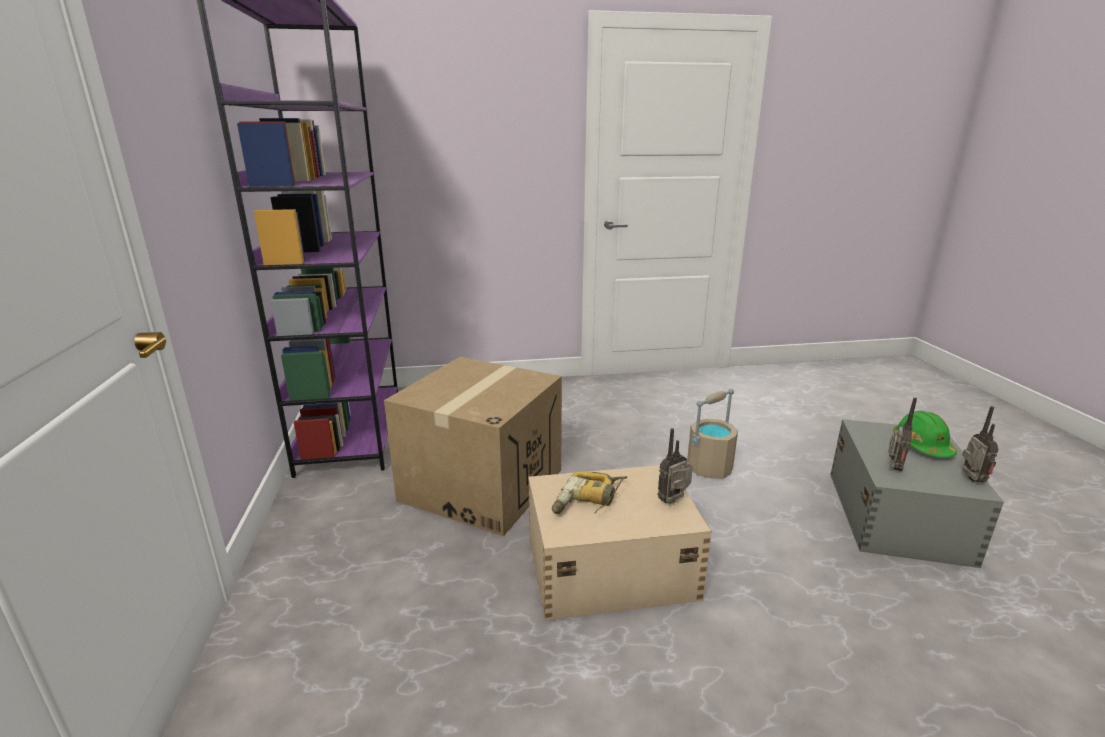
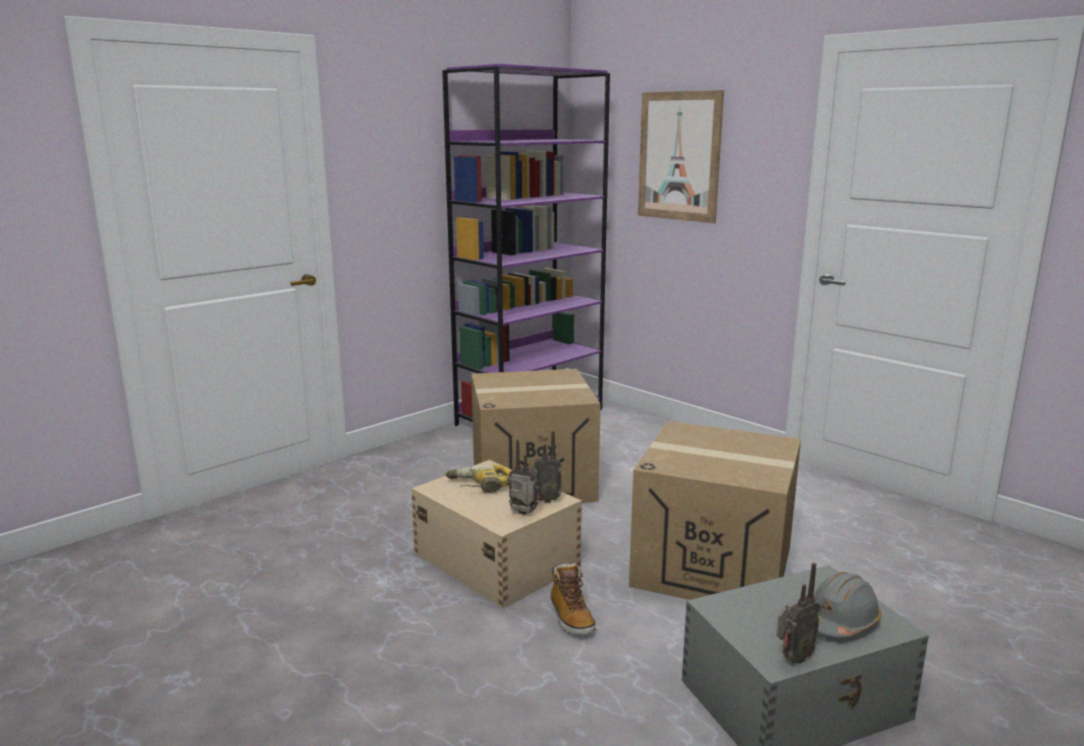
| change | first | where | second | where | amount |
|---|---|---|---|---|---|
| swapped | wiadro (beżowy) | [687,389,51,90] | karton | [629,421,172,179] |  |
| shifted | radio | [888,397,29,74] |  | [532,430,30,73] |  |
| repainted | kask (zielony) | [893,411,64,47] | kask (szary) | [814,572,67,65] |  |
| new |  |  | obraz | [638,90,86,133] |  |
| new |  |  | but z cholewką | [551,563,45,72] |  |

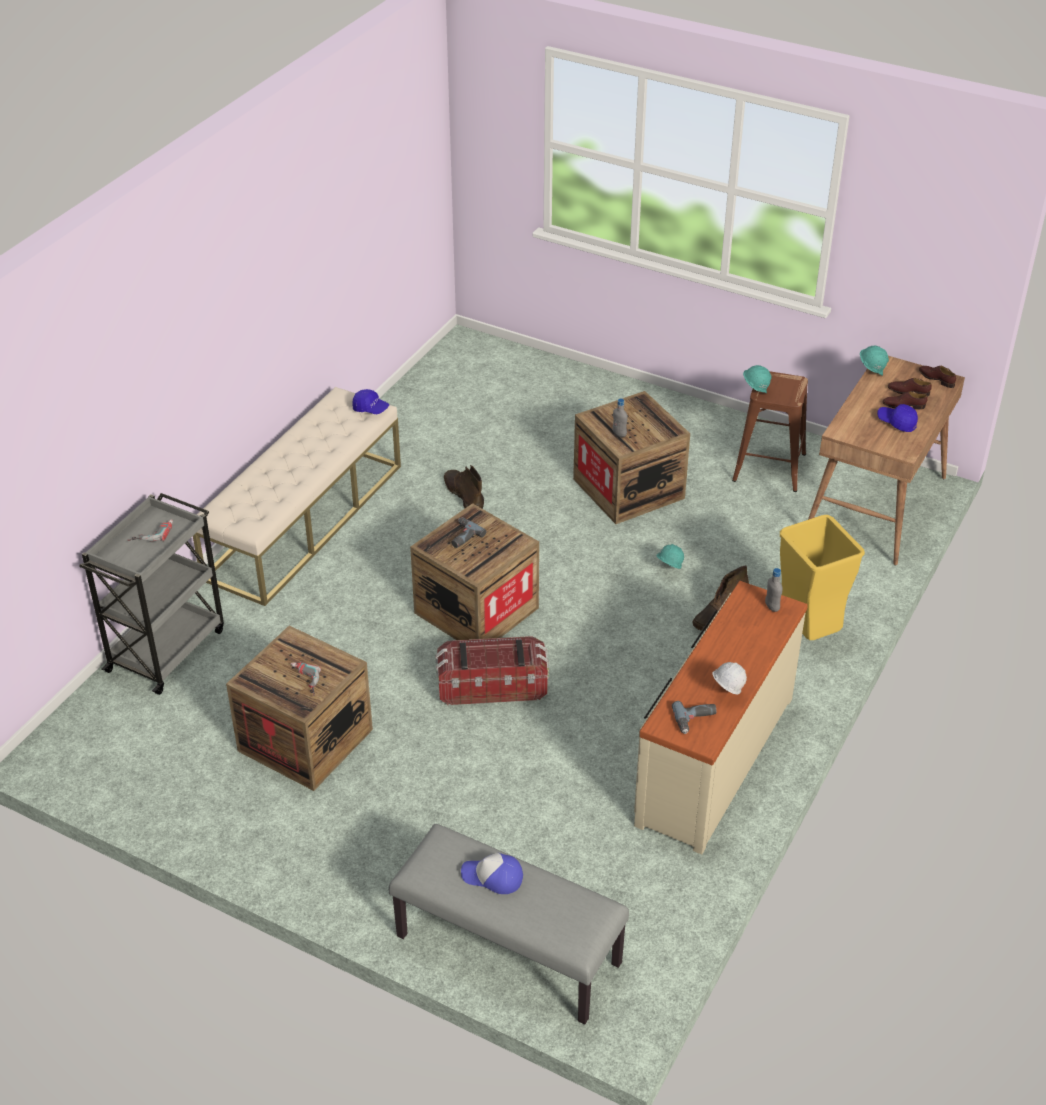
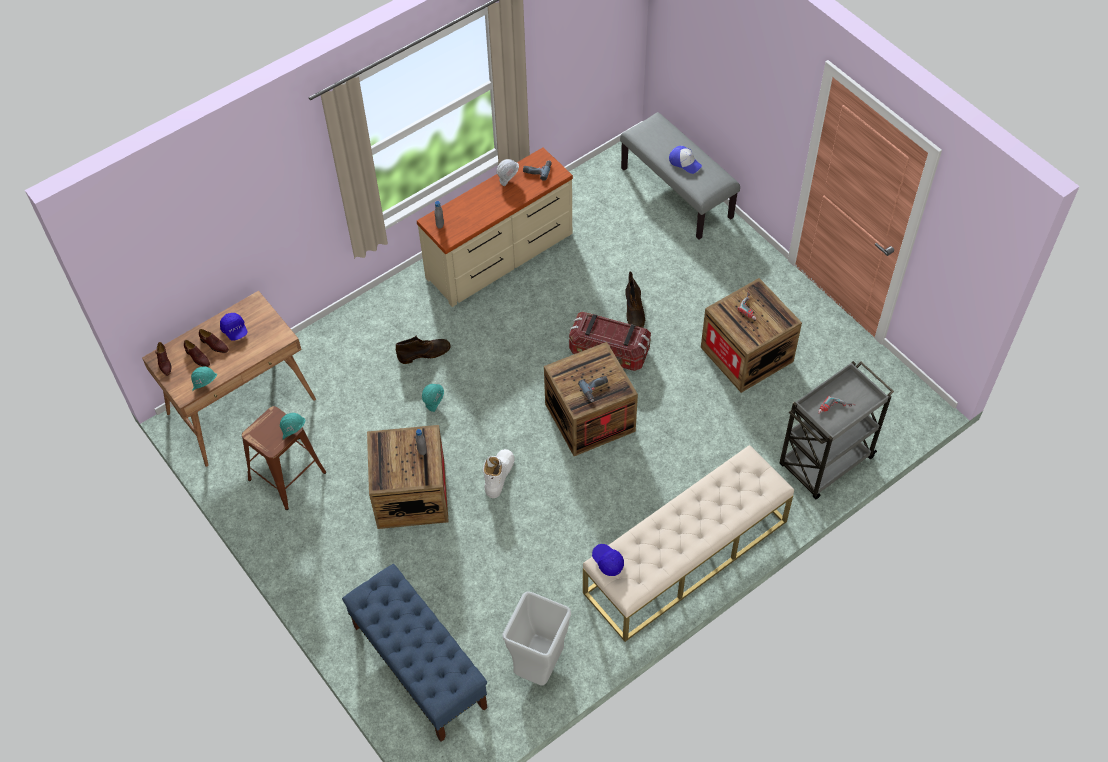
| change | first | where | second | where | amount |
|---|---|---|---|---|---|
| shifted | but z cholewką (brązowy) | [444,465,40,44] |  | [625,271,20,57] |  |
| gone | kosz na śmieci (żółty) | [780,515,85,125] |  |  |  |
| new |  |  | but z cholewką (biały) | [483,449,31,49] |  |
| new |  |  | ławka (niebieski) | [342,564,145,178] |  |
| new |  |  | kosz na śmieci (szary) | [502,592,69,94] |  |

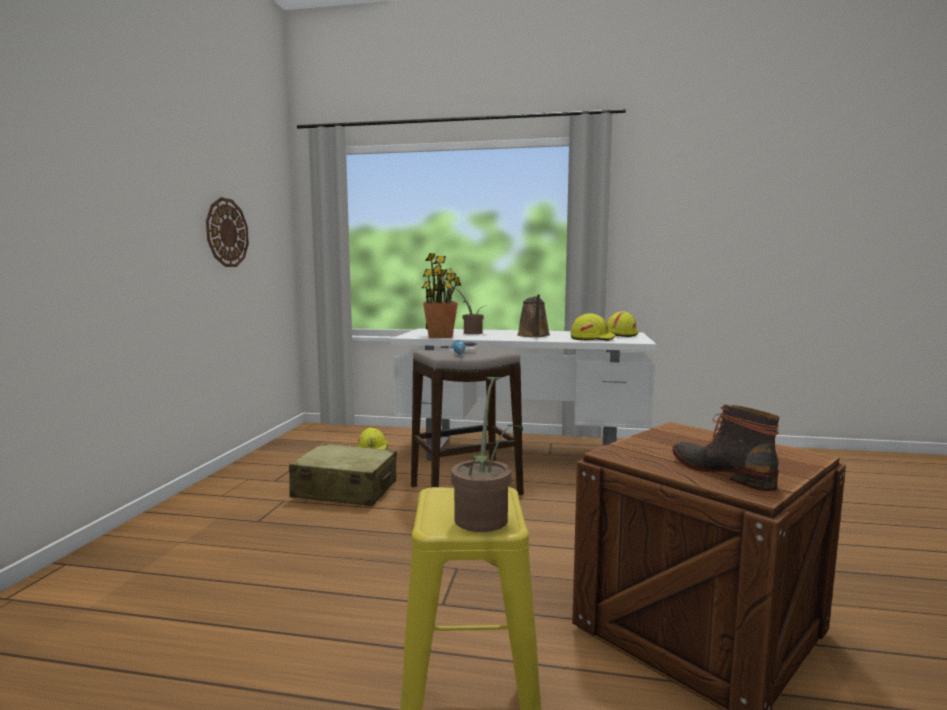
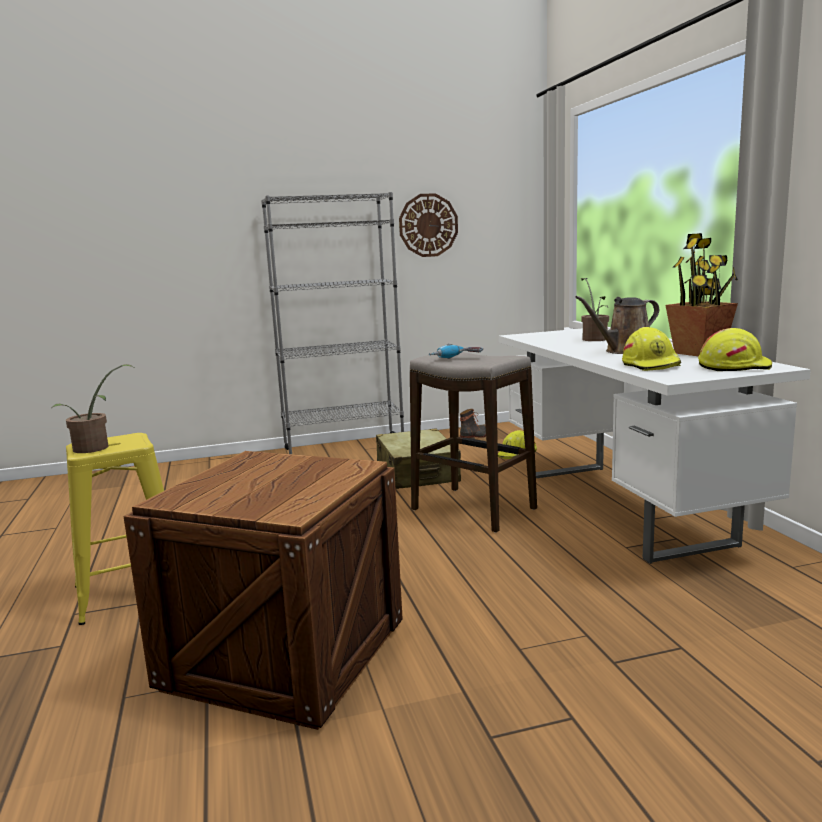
| change | first | where | second | where | amount |
|---|---|---|---|---|---|
| shifted | roślina doniczkowa | [421,253,40,85] |  | [666,233,72,124] |  |
| shifted | but z cholewką | [673,405,106,86] |  | [460,409,26,30] |  |
| new |  |  | regał (szary) | [261,192,143,262] |  |

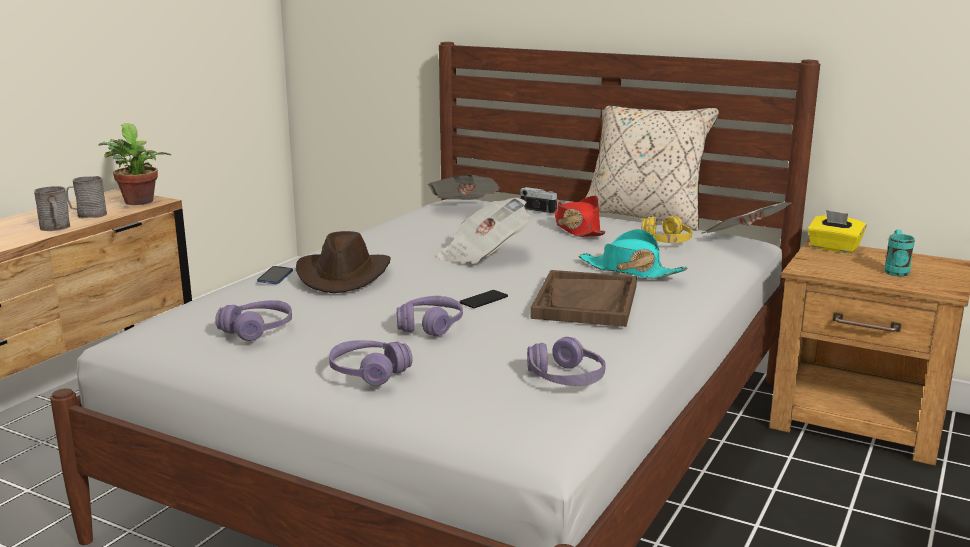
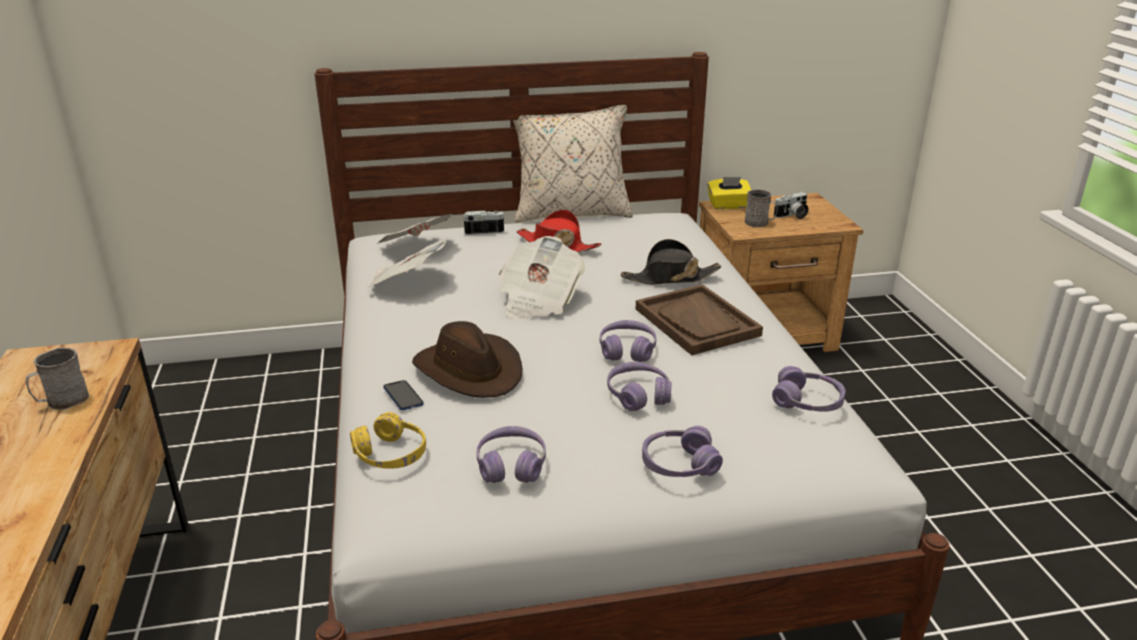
| change | first | where | second | where | amount |
|---|---|---|---|---|---|
| gone | roślina doniczkowa | [98,123,73,82] |  |  |  |
| shifted | kubek (szary) | [34,186,36,45] |  | [744,189,34,38] |  |
| shifted | gazeta | [702,202,90,31] |  | [367,238,79,50] |  |
| shifted | słuchawki (żółty) | [641,216,52,27] |  | [350,412,76,57] |  |
| repainted | kapelusz (turkusowy) | [579,229,108,50] | kapelusz (czarny) | [621,239,101,46] |  |
| swapped | kubek (turkusowy) | [884,230,31,46] | aparat fotograficzny | [774,192,35,27] |  |
| swapped | telefon | [459,290,49,18] | słuchawki (fioletowy) | [600,320,57,42] |  |

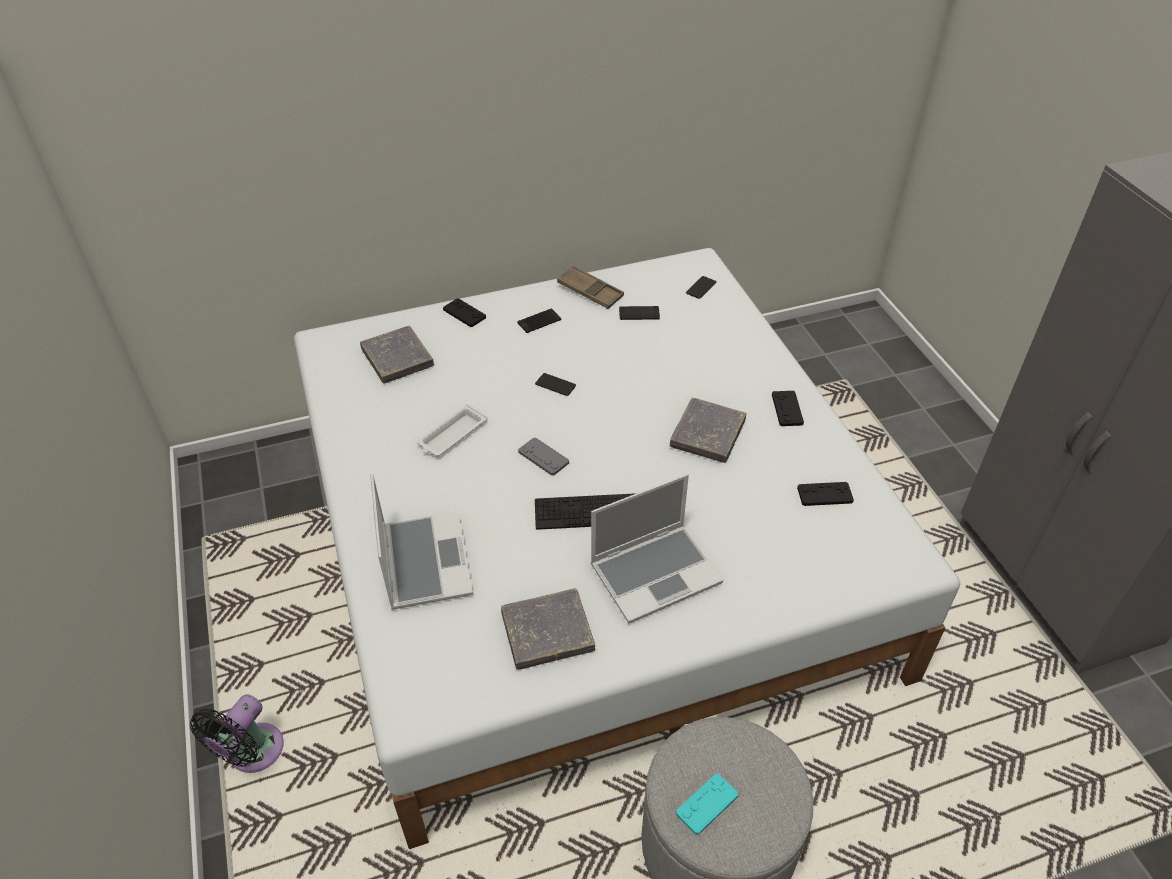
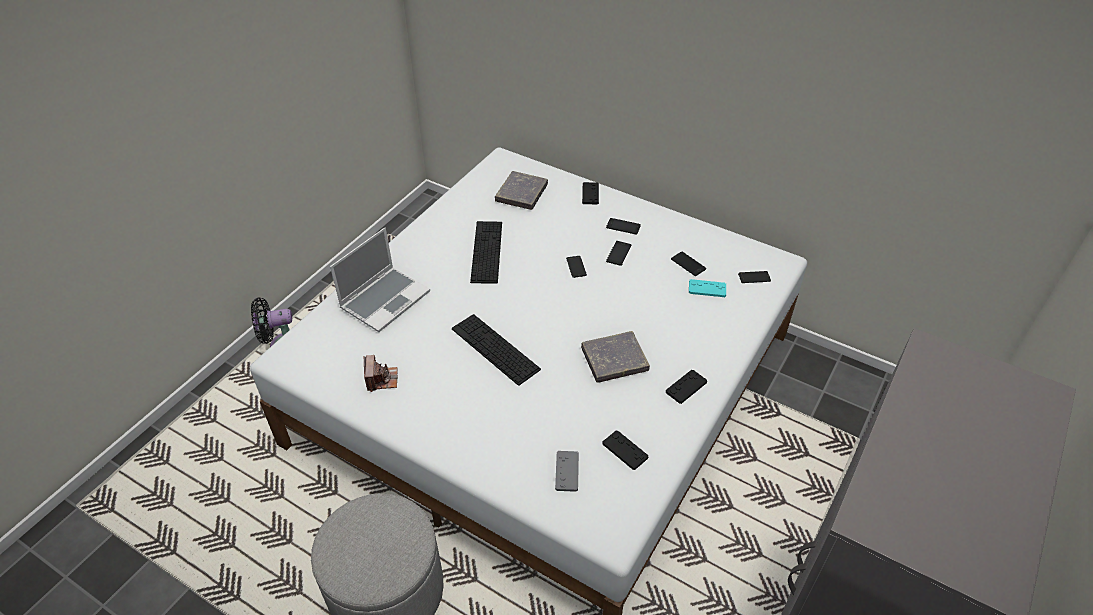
| change | first | where | second | where | amount |
|---|---|---|---|---|---|
| gone | taca (brązowy) | [557,266,67,43] |  |  |  |
| swapped | taca (biały) | [417,404,71,52] | klawiatura | [470,221,32,62] |  |
| shifted | pad do gier (szary) | [518,437,51,39] |  | [555,451,24,41] |  |
| gone | laptop | [591,474,132,149] |  |  |  |
| swapped | książka (szary) | [501,588,94,82] | aparat fotograficzny | [364,355,34,37] |  |
| shifted | pad do gier (turkusowy) | [676,773,63,62] |  | [689,279,37,18] |  |
| new |  |  | telefon | [606,241,25,25] |  |

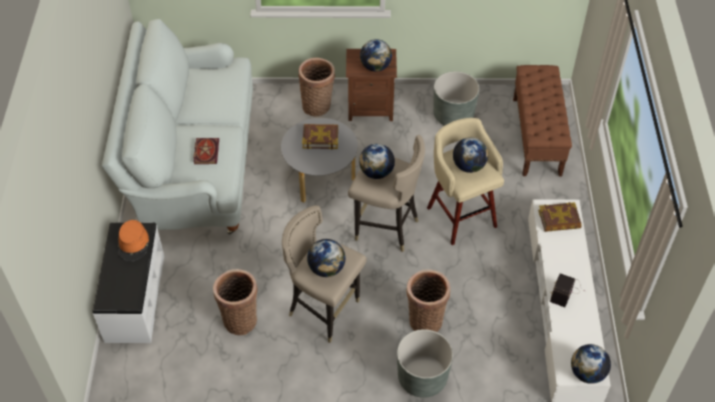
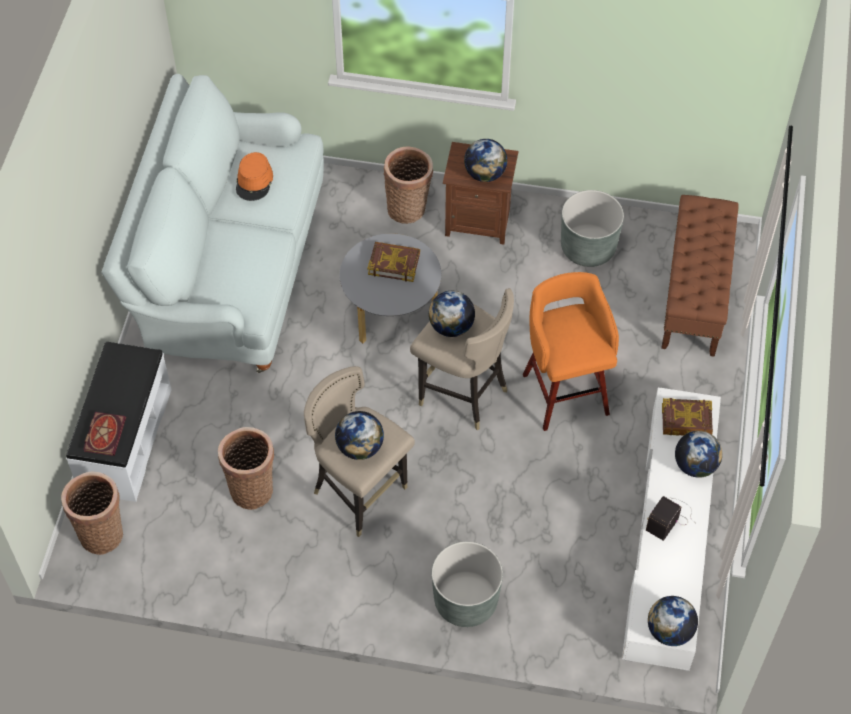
| change | first | where | second | where | amount |
|---|---|---|---|---|---|
| repainted | stołek (beżowy) | [427,118,77,127] | stołek (pomarańczowy) | [523,272,96,159] |  |
| shifted | globus | [453,137,35,36] |  | [675,431,47,47] |  |
| shifted | książka | [193,138,26,26] |  | [83,412,43,44] |  |
| shifted | kapelusz (pomarańczowy) | [118,220,31,41] |  | [236,152,37,49] |  |
| shifted | koszyk | [406,269,44,63] |  | [61,471,62,84] |  |

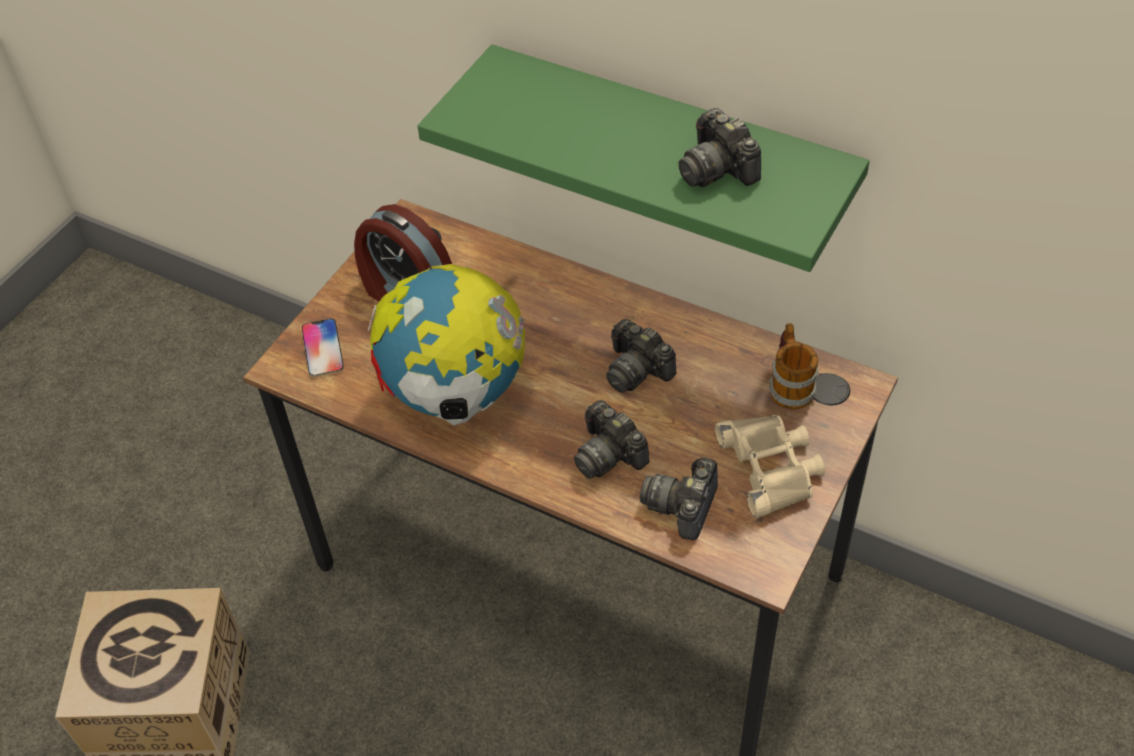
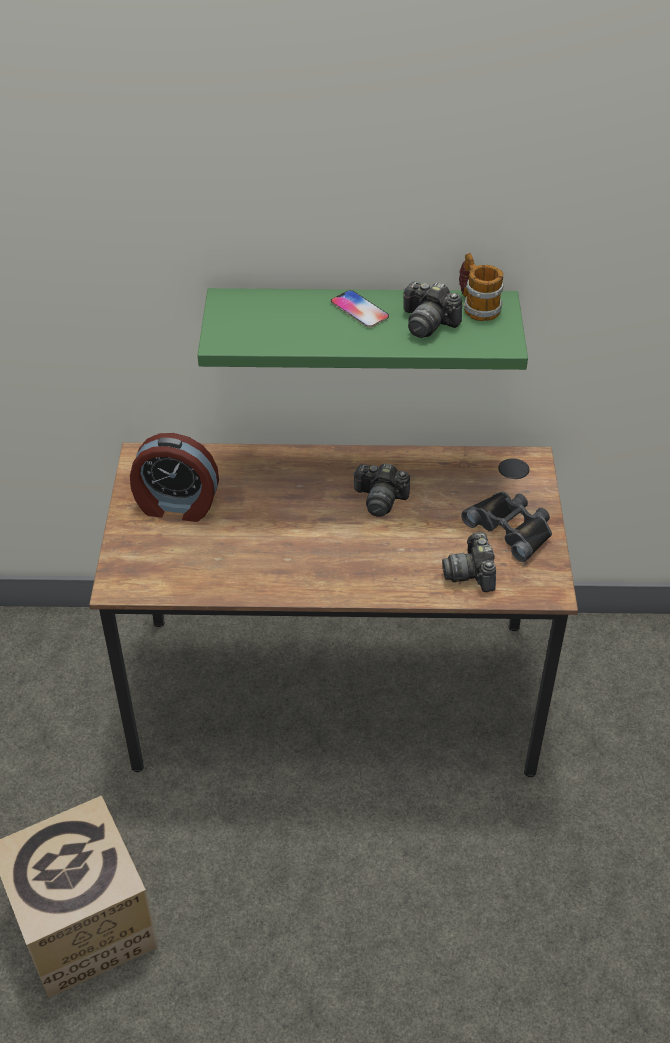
| change | first | where | second | where | amount |
|---|---|---|---|---|---|
| gone | globus | [368,264,157,161] |  |  |  |
| shifted | telefon | [302,319,42,58] |  | [331,290,58,38] |  |
| shifted | kubek | [769,323,50,87] |  | [459,253,45,68] |  |
| gone | aparat fotograficzny | [574,400,75,79] |  |  |  |
| repainted | lornetka (beżowy) | [715,415,110,103] | lornetka (czarny) | [461,492,91,70] |  |

